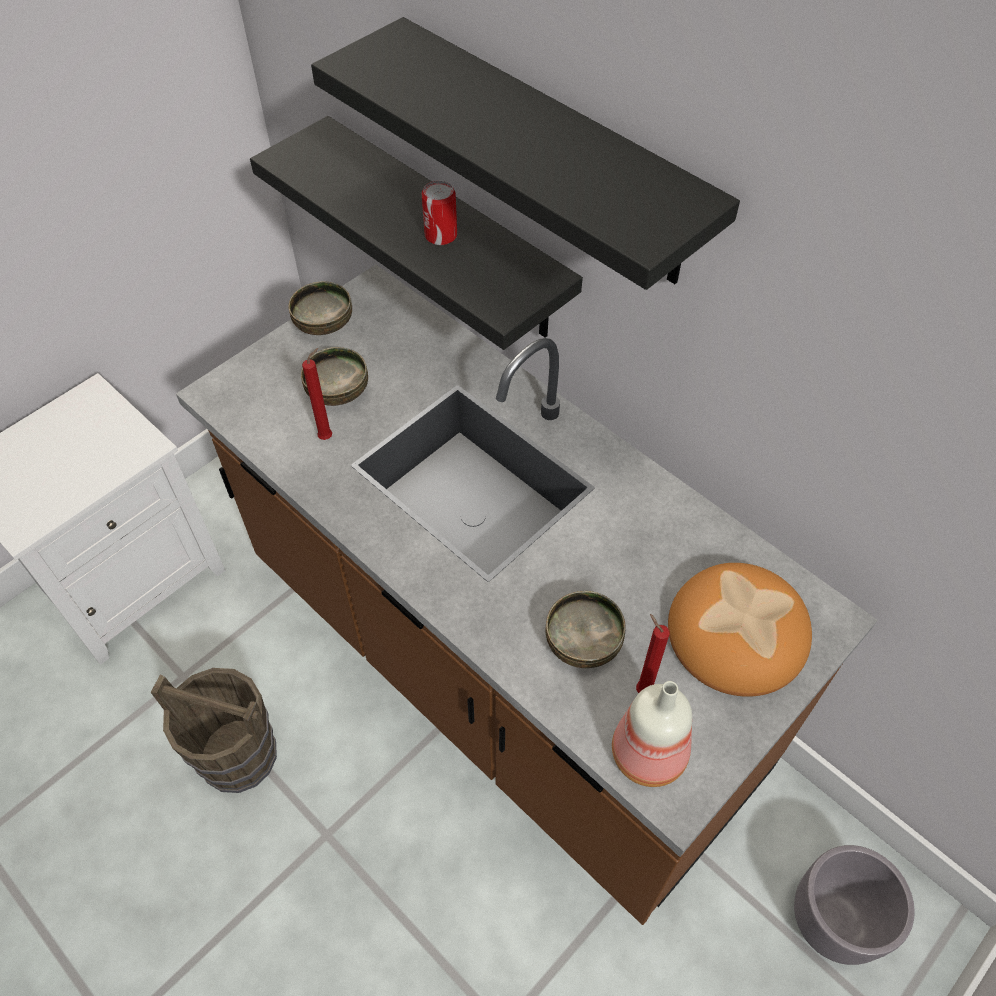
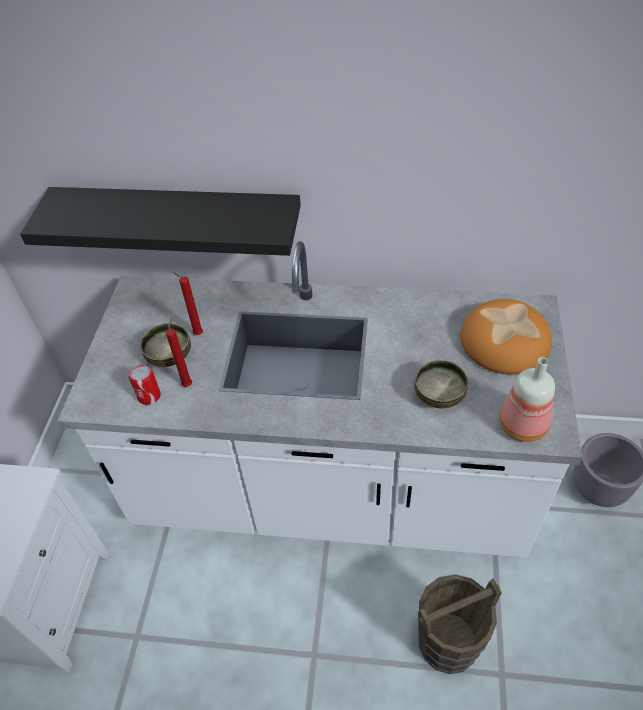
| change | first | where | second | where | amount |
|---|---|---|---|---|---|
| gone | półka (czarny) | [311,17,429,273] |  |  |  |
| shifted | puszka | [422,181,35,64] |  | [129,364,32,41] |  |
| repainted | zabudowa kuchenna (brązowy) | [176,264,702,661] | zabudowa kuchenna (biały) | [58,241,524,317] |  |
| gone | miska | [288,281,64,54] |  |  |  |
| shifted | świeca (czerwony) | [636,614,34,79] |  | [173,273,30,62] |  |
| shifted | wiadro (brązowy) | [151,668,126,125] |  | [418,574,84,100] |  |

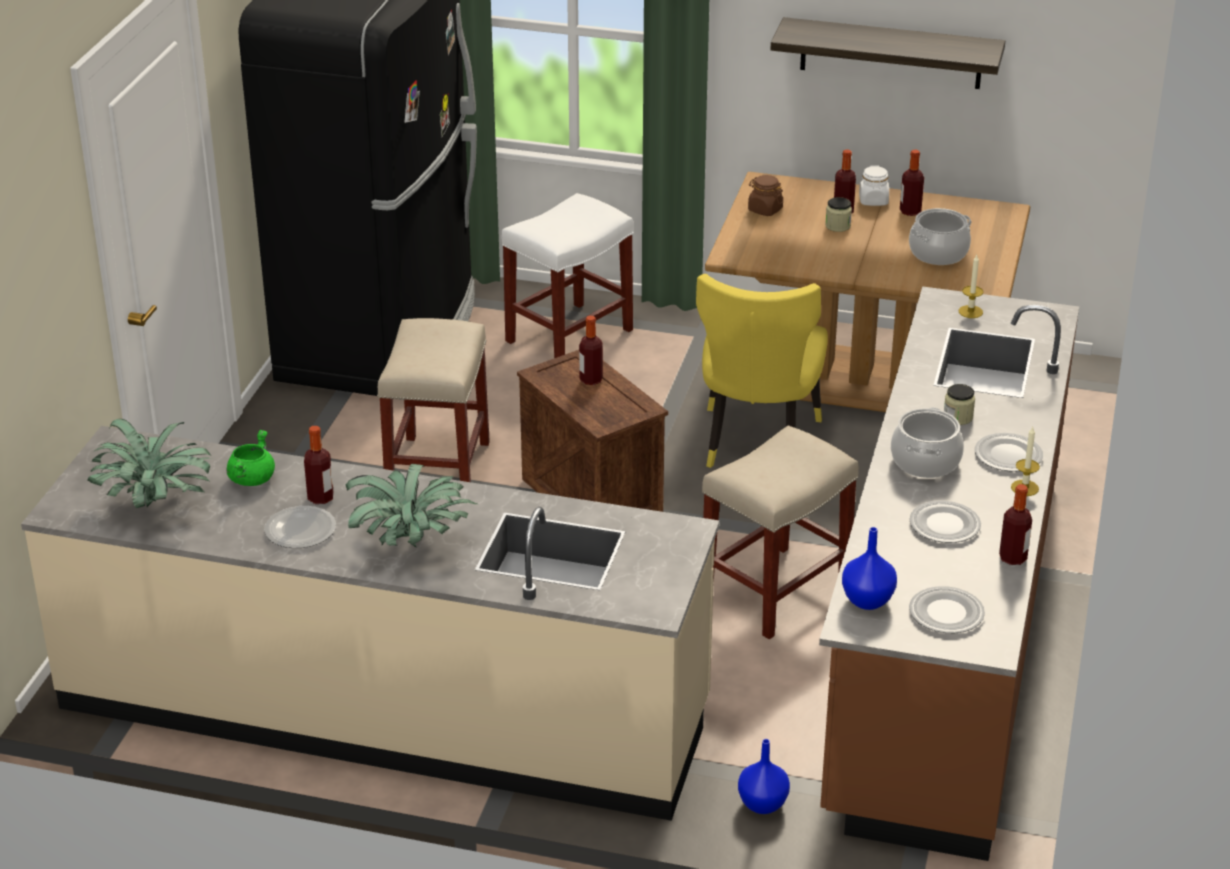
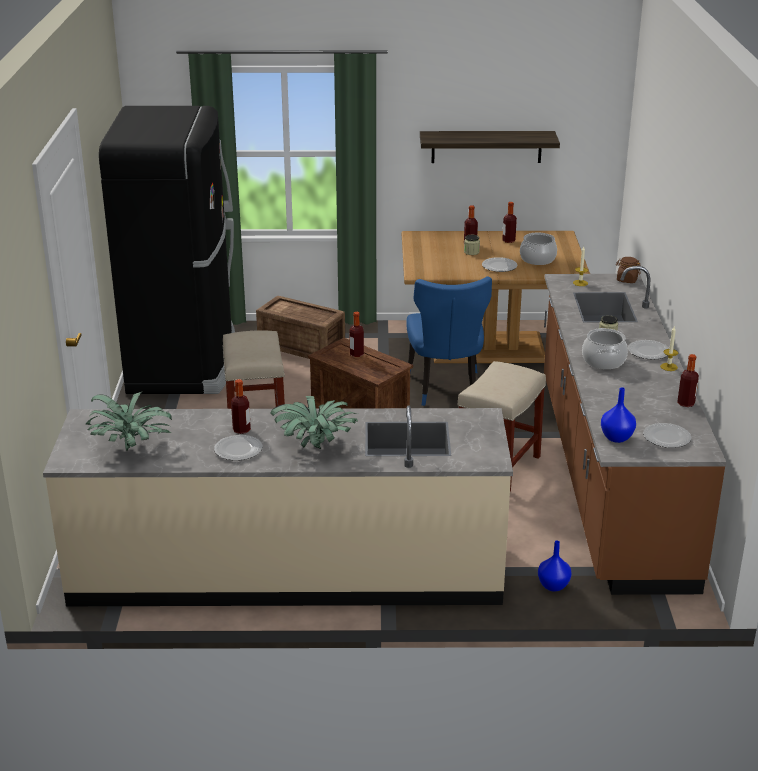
| change | first | where | second | where | amount |
|---|---|---|---|---|---|
| gone | słoik (biały) | [859,165,30,41] |  |  |  |
| shifted | słoik (brązowy) | [748,175,35,41] |  | [616,257,25,26] |  |
| swapped | stołek (biały) | [501,193,133,165] | skrzynka | [256,296,89,63] |  |
| repainted | krzesło (żółty) | [696,274,132,194] | krzesło (niebieski) | [406,276,86,130] |  |
| gone | garnek (zielony) | [227,430,48,56] |  |  |  |
| shifted | talerz | [909,501,72,42] |  | [482,257,35,15] |  |

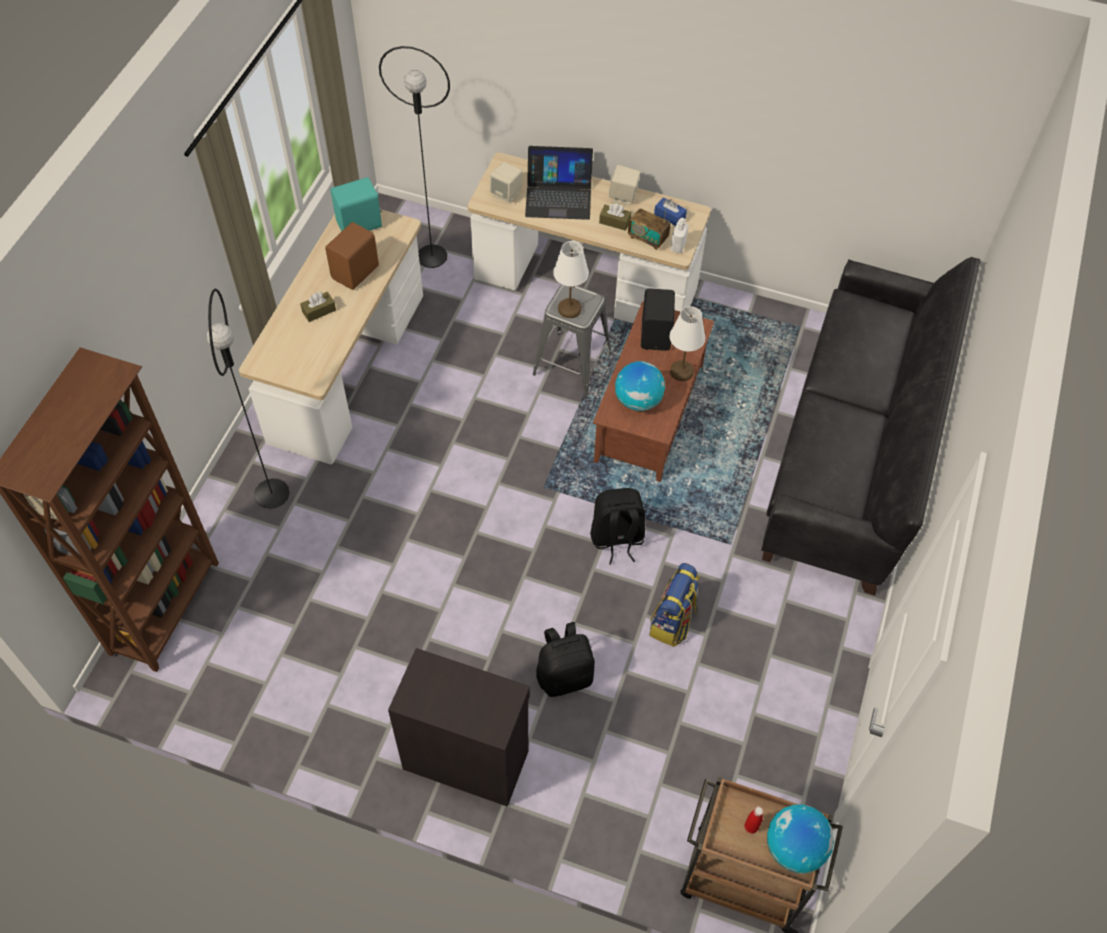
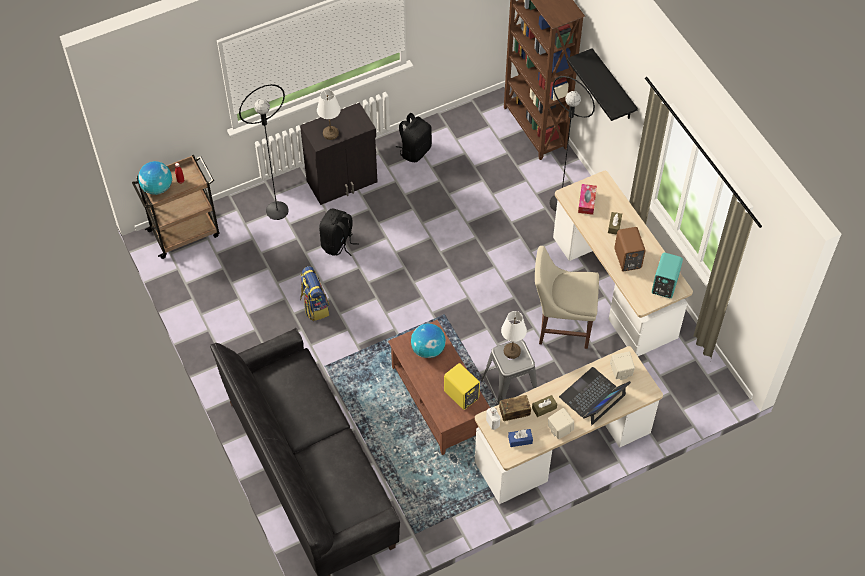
| change | first | where | second | where | amount |
|---|---|---|---|---|---|
| shifted | lampa stojąca (czarny) | [379,46,71,222] |  | [239,84,50,136] |  |
| repainted | głośnik (czarny) | [641,288,34,63] | głośnik (żółty) | [444,363,36,47] |  |
| shifted | lampa stołowa (biały) | [670,306,35,75] |  | [317,89,24,51] |  |
| shifted | plecak (czarny) | [590,488,55,77] |  | [396,113,36,49] |  |
| new |  |  | półka (czarny) | [567,48,71,73] |  |
| new |  |  | pudełko chusteczek | [578,184,19,31] |  |
| new |  |  | krzesło (beżowy) | [535,246,64,103] |  |

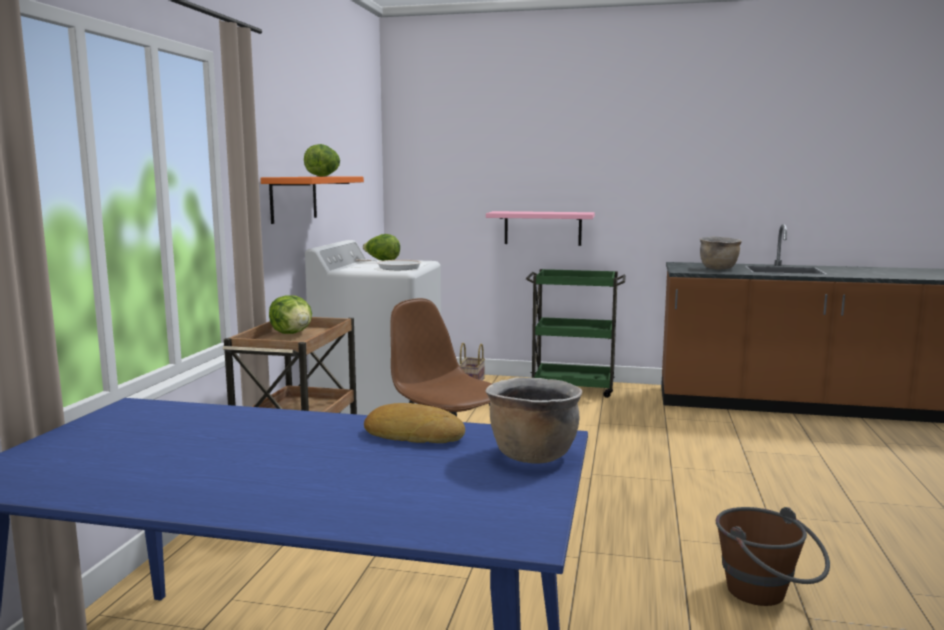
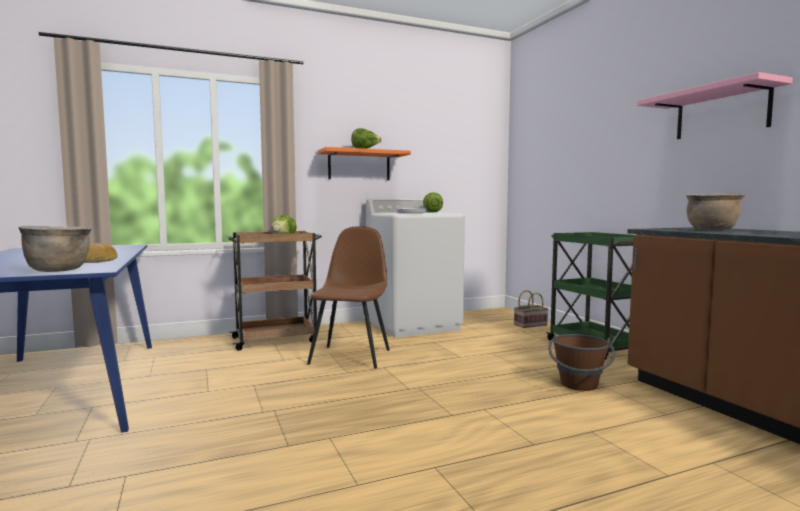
| change | first | where | second | where | amount |
|---|---|---|---|---|---|
| shifted | półka (różowy) | [486,211,109,35] |  | [637,72,156,67] |  |
| shifted | wiadro (brązowy) | [716,507,114,99] |  | [548,332,67,59] |  |

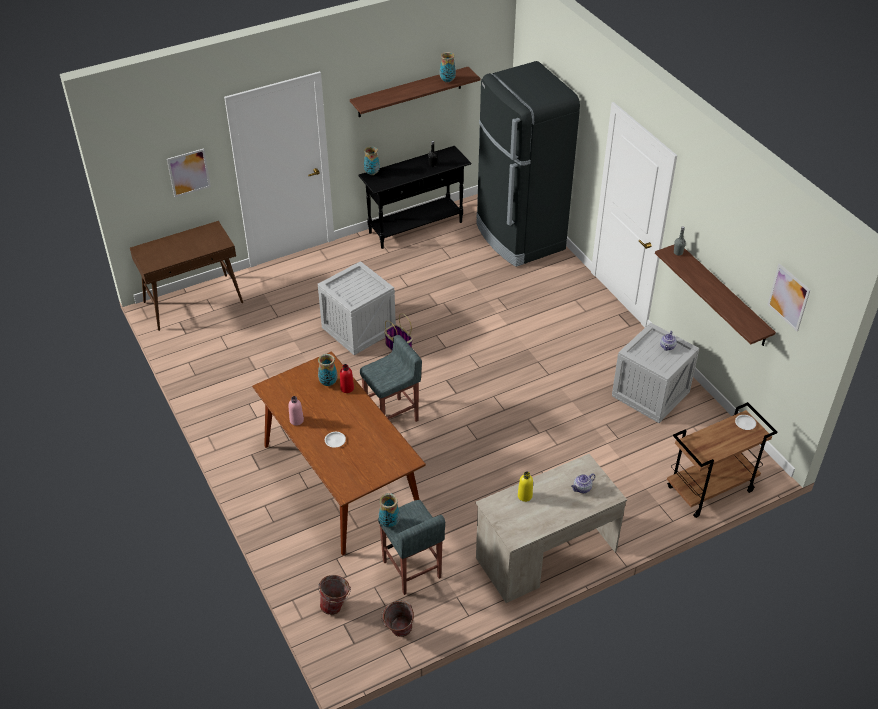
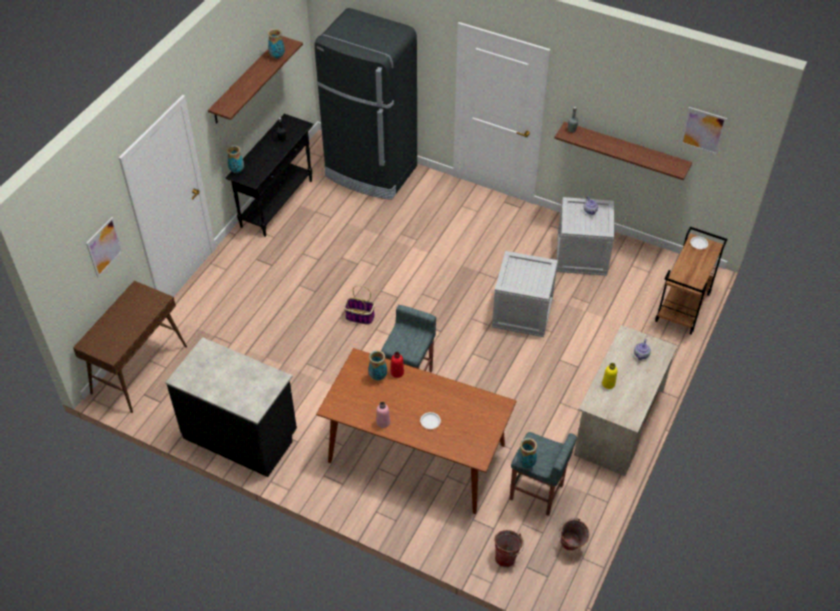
| change | first | where | second | where | amount |
|---|---|---|---|---|---|
| shifted | skrzynka | [318,261,78,94] |  | [492,251,66,86] |  |
| new |  |  | zabudowa kuchenna (czarny) | [165,337,132,140] |  |

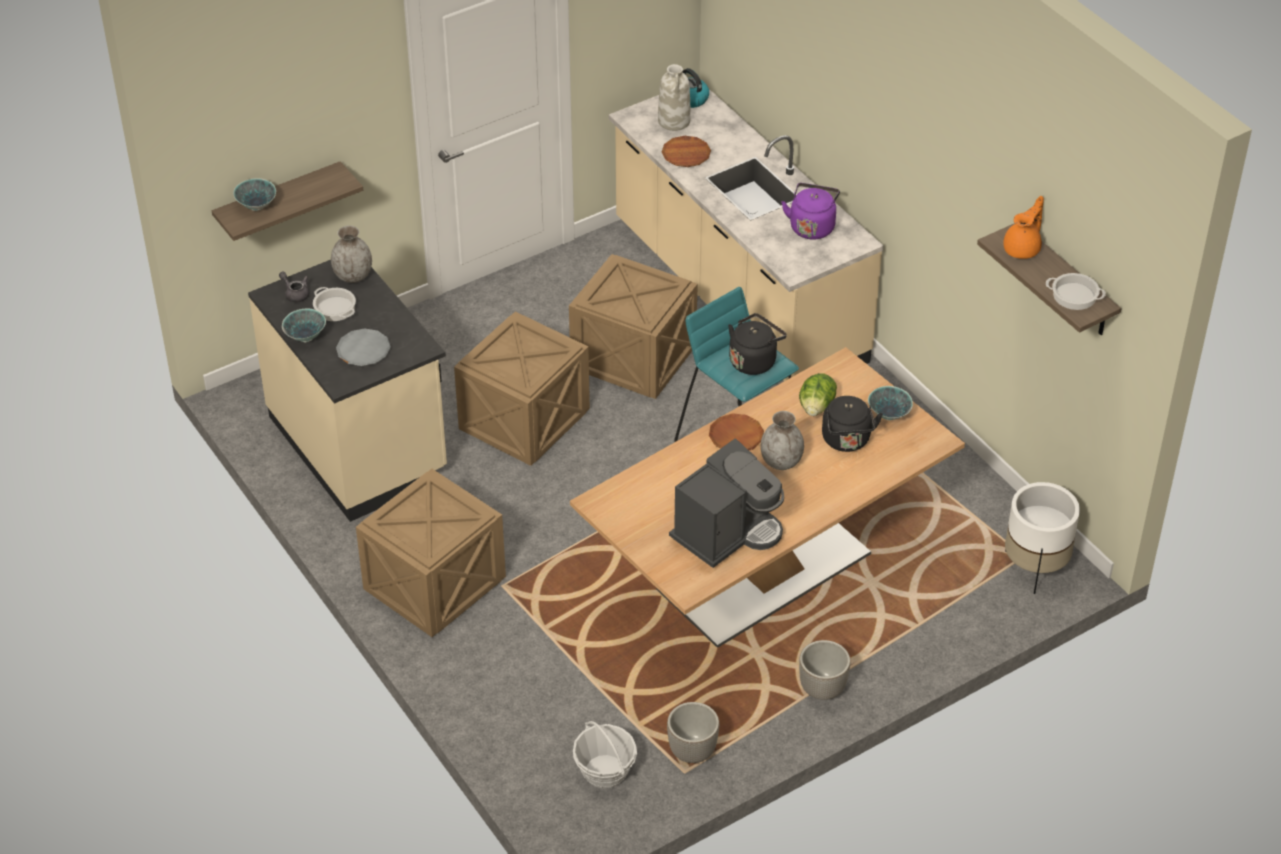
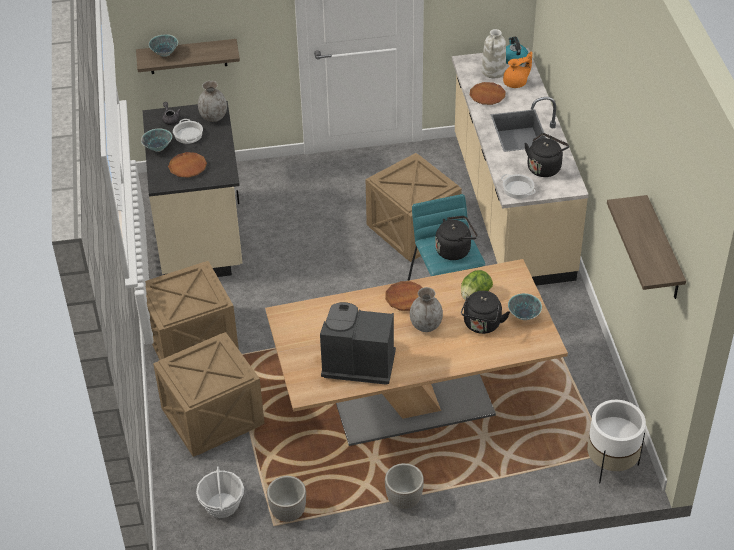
| change | first | where | second | where | amount |
|---|---|---|---|---|---|
| repainted | czajnik (fioletowy) | [781,183,59,57] | czajnik (czarny) | [524,133,45,44] |  |
| shifted | imbryk (pomarańczowy) | [1003,196,41,63] |  | [503,51,29,37] |  |
| shifted | garnek | [1046,273,60,37] |  | [501,174,35,25] |  |
| shifted | skrzynka | [454,311,136,155] |  | [153,332,112,125] |  |
| repainted | talerz (szary) | [336,329,55,37] | talerz (brązowy) | [168,152,39,26] |  |
| rotated | ekspres do kawy | [669,438,115,130] |  | [320,302,76,83] | 150 degrees counterclockwise |

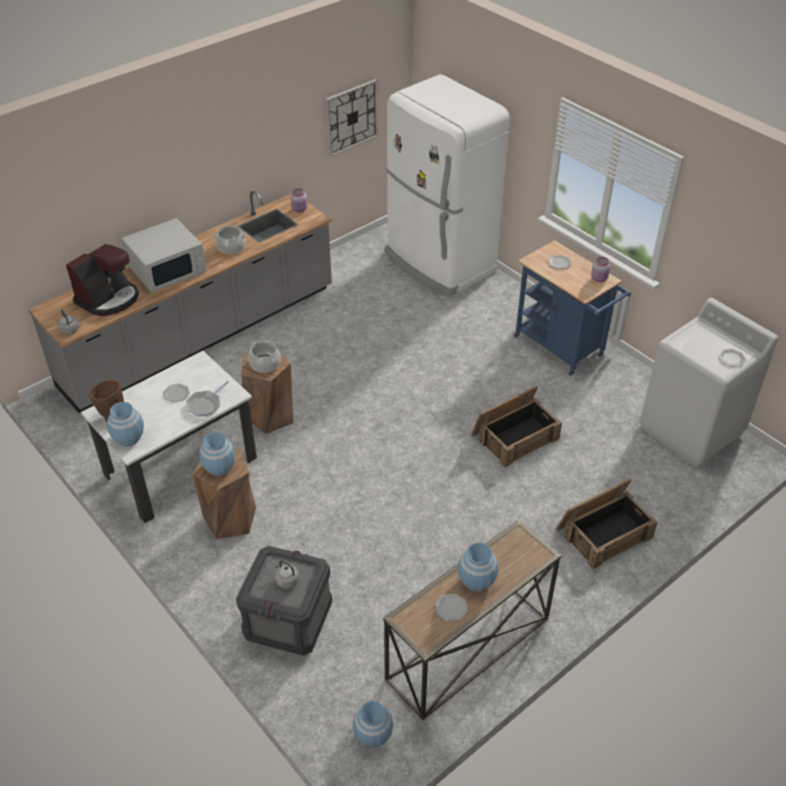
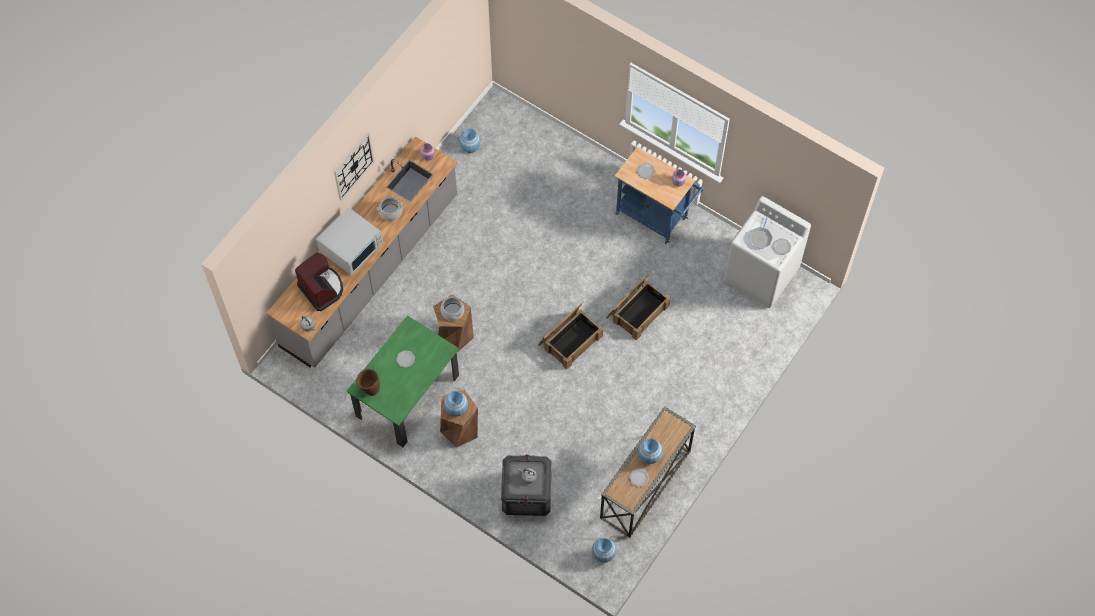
| change | first | where | second | where | amount |
|---|---|---|---|---|---|
| gone | lodówka (biały) | [385,74,125,223] |  |  |  |
| shifted | zegar ścienny | [326,79,52,78] |  | [334,132,41,69] |  |
| rotated | ekspres do kawy | [66,244,73,72] |  | [295,253,48,58] | 60 degrees counterclockwise |
| repainted | stół jadalny (biały) | [81,351,176,172] | stół jadalny (zielony) | [347,315,112,132] |  |
| shifted | patelnia | [186,381,43,36] |  | [748,216,25,33] |  |
| shifted | wazon (niebieski) | [107,402,37,44] |  | [459,128,22,25] |  |
| shifted | skrzynka | [556,479,102,90] |  | [538,304,65,65] |  |

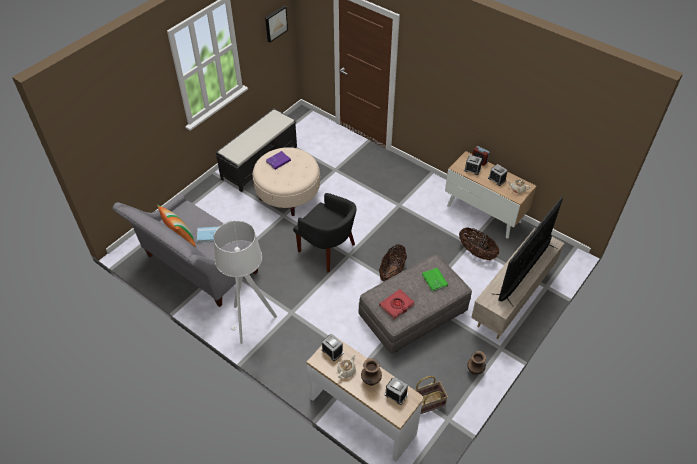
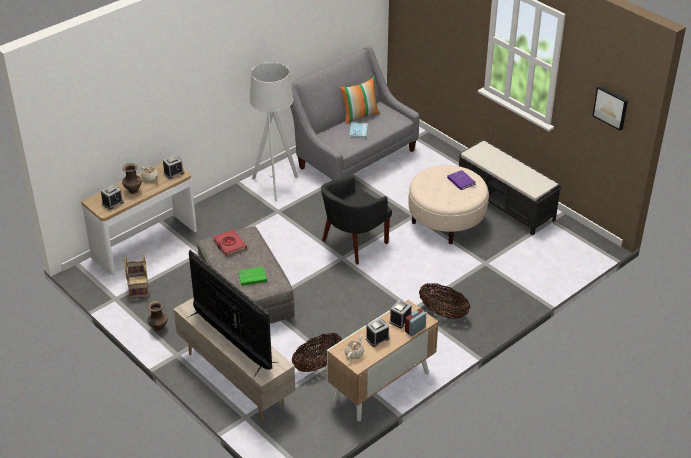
| change | first | where | second | where | amount |
|---|---|---|---|---|---|
| shifted | koszyk | [379,244,28,38] |  | [419,283,51,36] |  |

